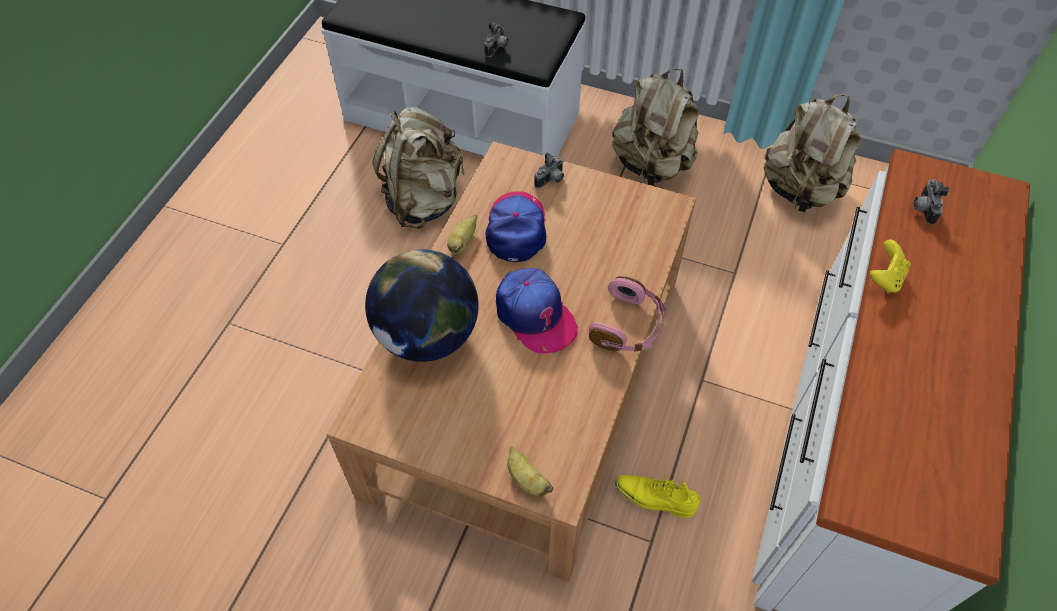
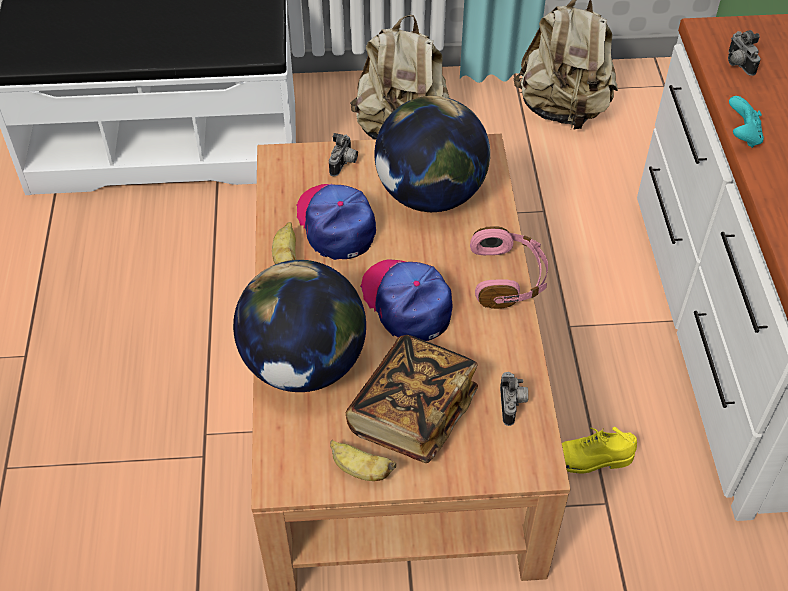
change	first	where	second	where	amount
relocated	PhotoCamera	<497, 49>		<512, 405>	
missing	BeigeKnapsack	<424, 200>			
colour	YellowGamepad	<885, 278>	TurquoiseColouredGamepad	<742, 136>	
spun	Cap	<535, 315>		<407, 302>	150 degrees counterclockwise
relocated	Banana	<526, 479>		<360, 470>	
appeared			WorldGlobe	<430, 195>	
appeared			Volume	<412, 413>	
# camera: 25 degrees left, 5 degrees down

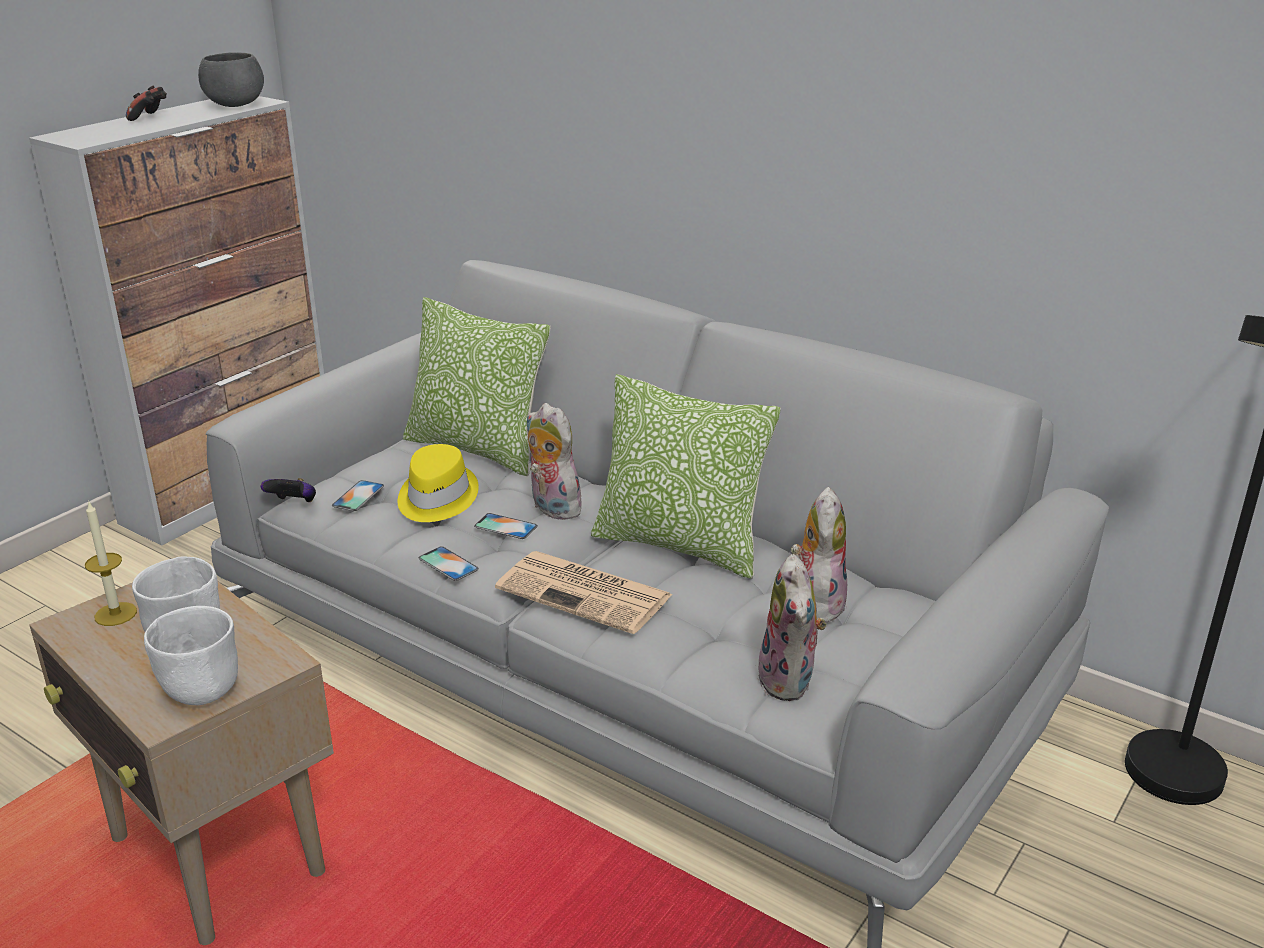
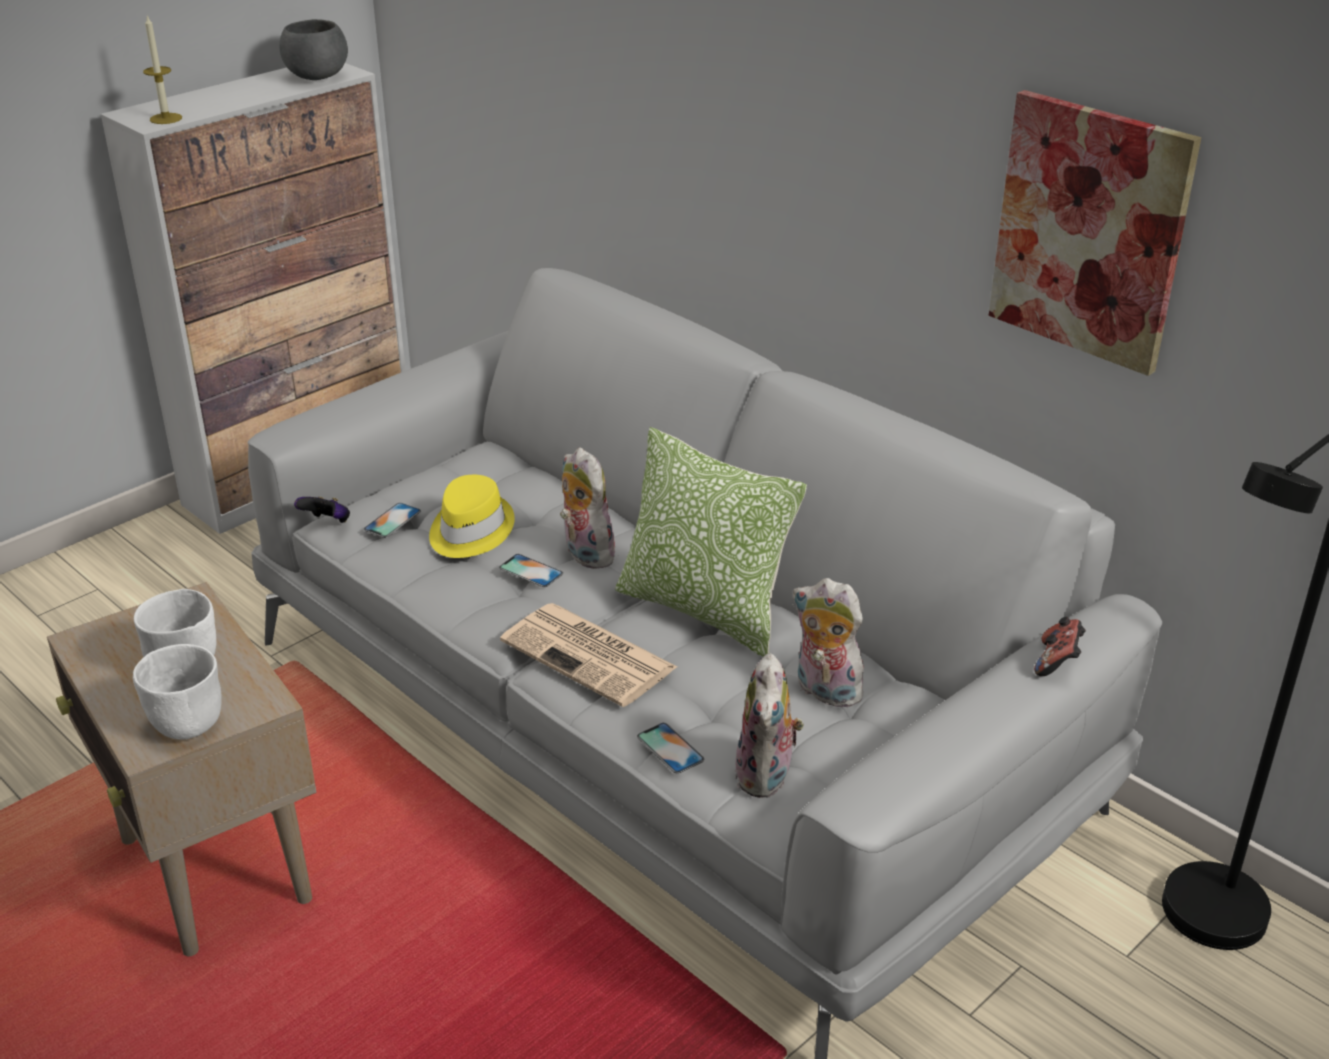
change	first	where	second	where	amount
relocated	Gamepad	<150, 118>		<1057, 662>	
missing	ThrowPillow	<477, 449>			
spun	SoftToy	<816, 602>		<824, 691>	75 degrees counterclockwise
relocated	WaxCandle	<115, 614>		<166, 118>	
relocated	Phone	<448, 564>		<670, 748>	
appeared			WallArt	<1090, 231>	
# camera: 10 degrees right, 5 degrees up

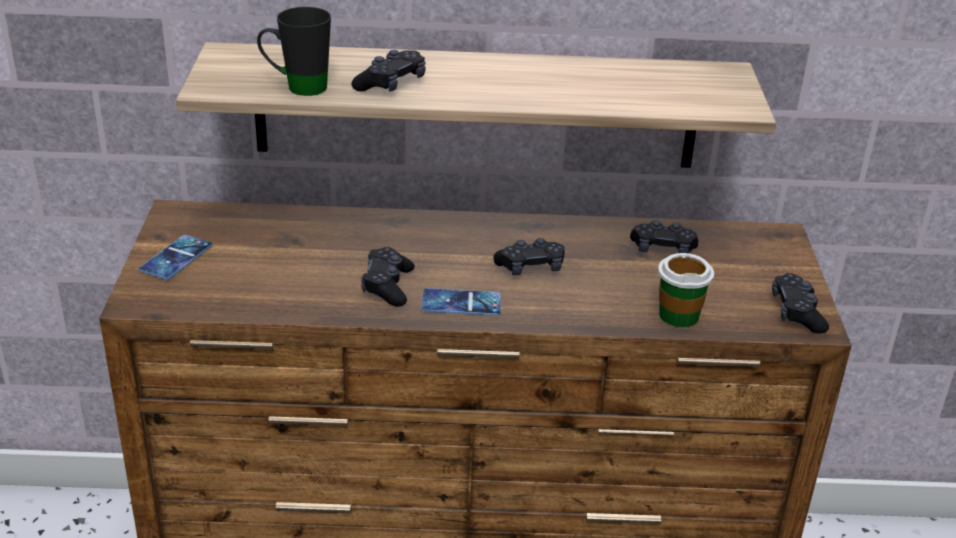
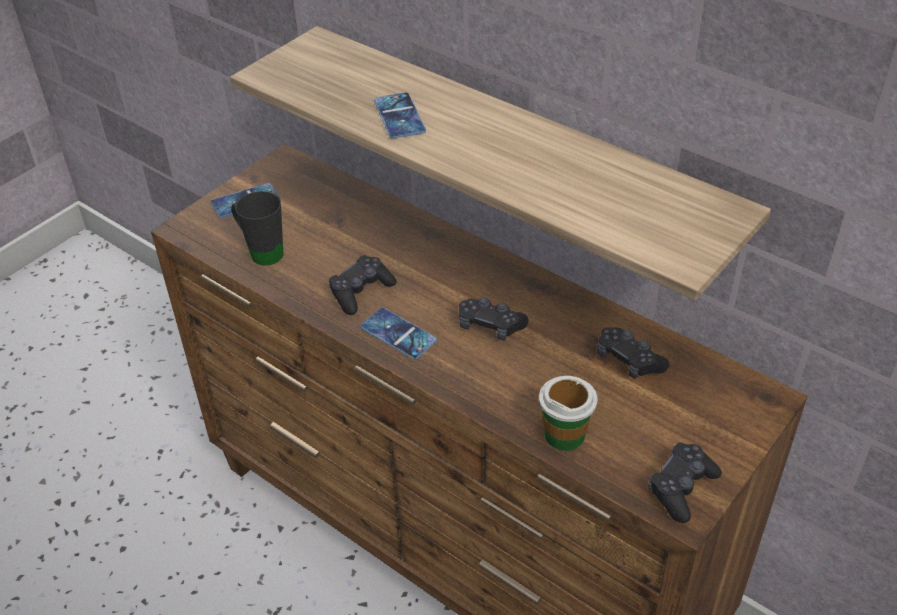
change	first	where	second	where	amount
relocated	BlackishTeaMug	<296, 87>		<260, 251>	
exchanged	BlackishGamepad	<391, 84>	Phone	<399, 116>	
# camera: 40 degrees right, 10 degrees up

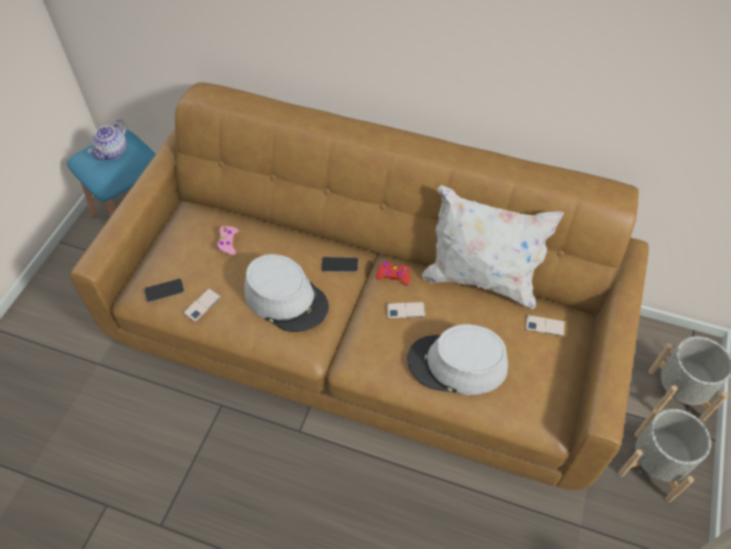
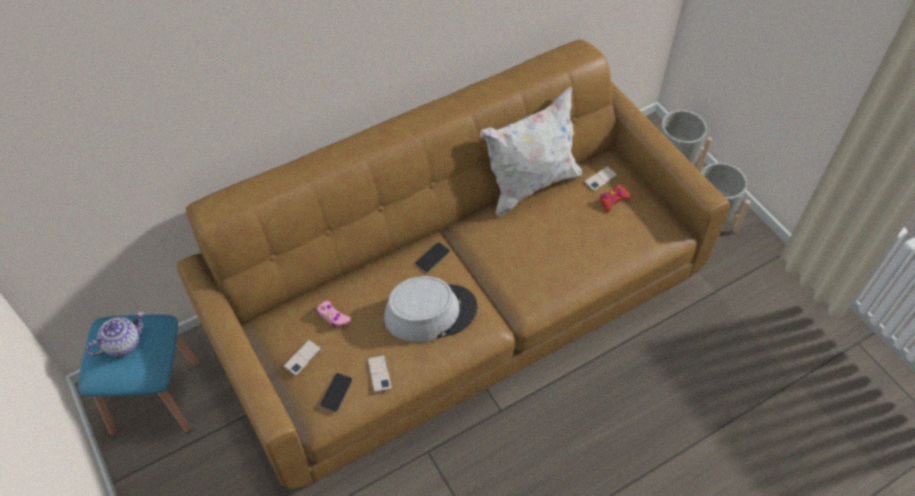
change	first	where	second	where	amount
spun	TeaPot	<113, 152>		<123, 343>	105 degrees counterclockwise
relocated	RedColouredGamepad	<393, 276>		<613, 200>	
relocated	Phone	<405, 310>		<302, 357>	
missing	GreyClothingHat	<457, 364>			
# camera: 50 degrees left, 0 degrees up

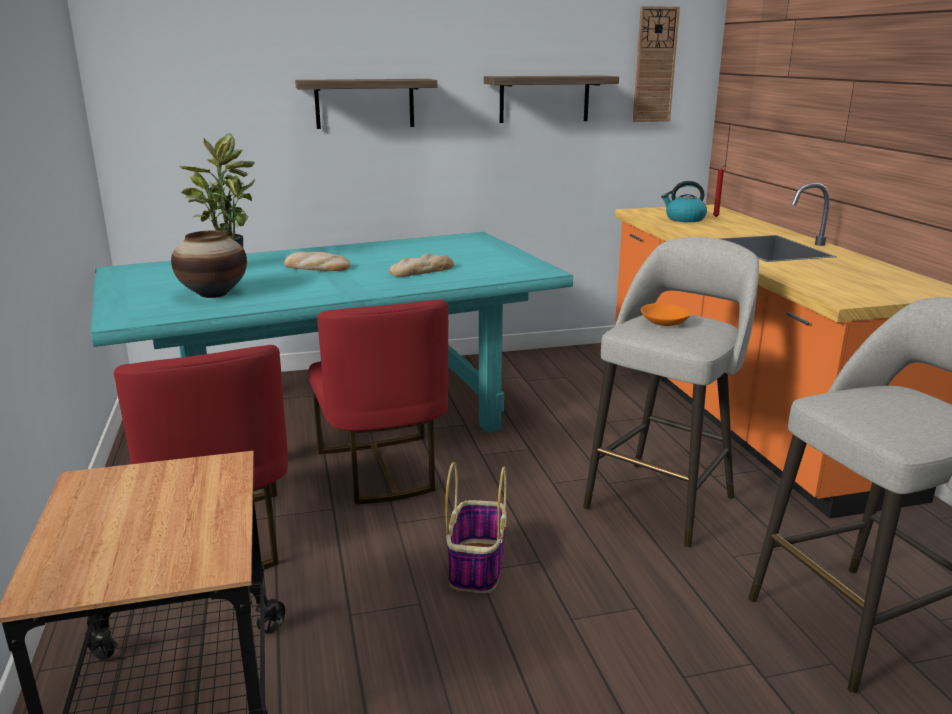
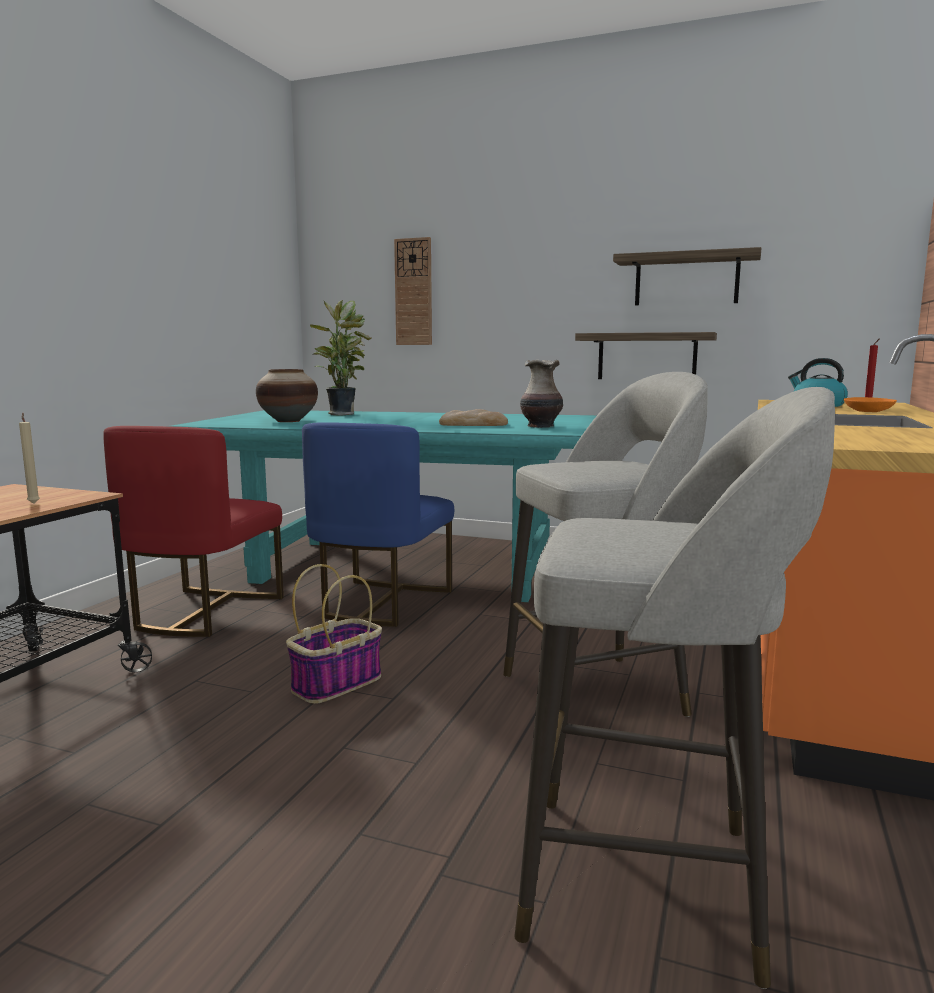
change	first	where	second	where	amount
relocated	HangingClock	<655, 65>		<413, 292>	
relocated	BracketShelf	<364, 103>		<647, 356>	
missing	BakedBread	<316, 267>			
colour	RedColouredUprightChair	<382, 470>	BlueColouredUprightChair	<381, 603>	
relocated	OrangeColouredServingBowl	<664, 323>		<868, 411>	
appeared			DecorativeVase	<540, 426>	
appeared			BeigeWaxCandle	<34, 503>	
# camera: 35 degrees right, 10 degrees down

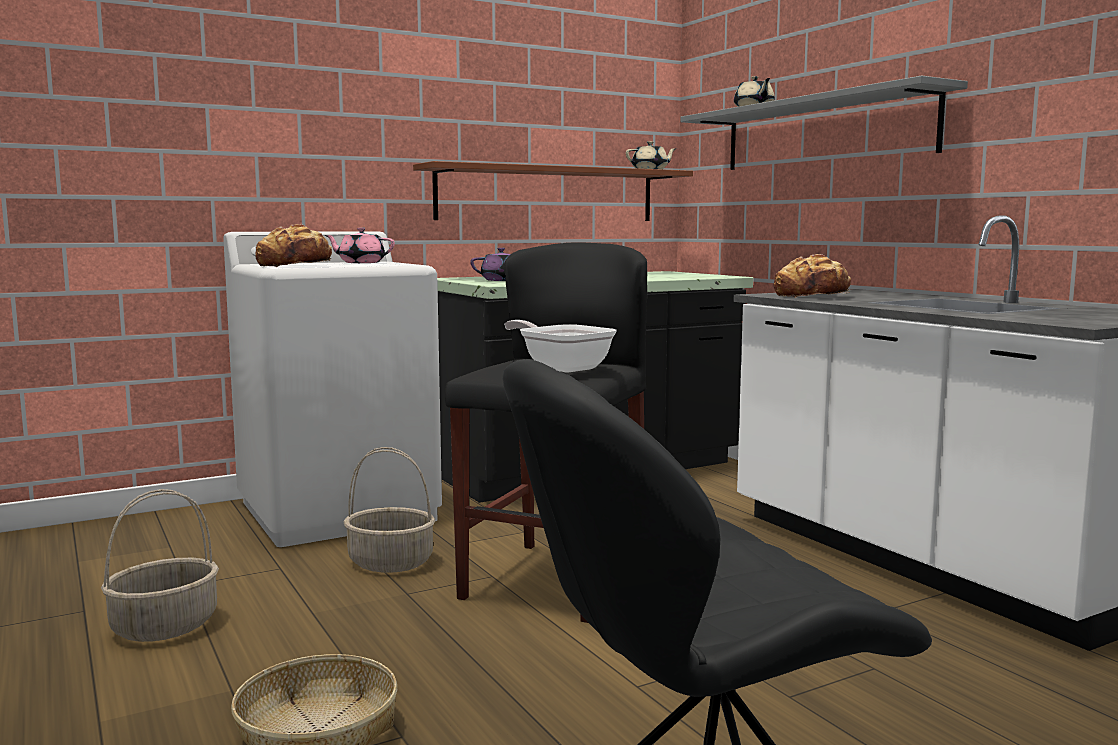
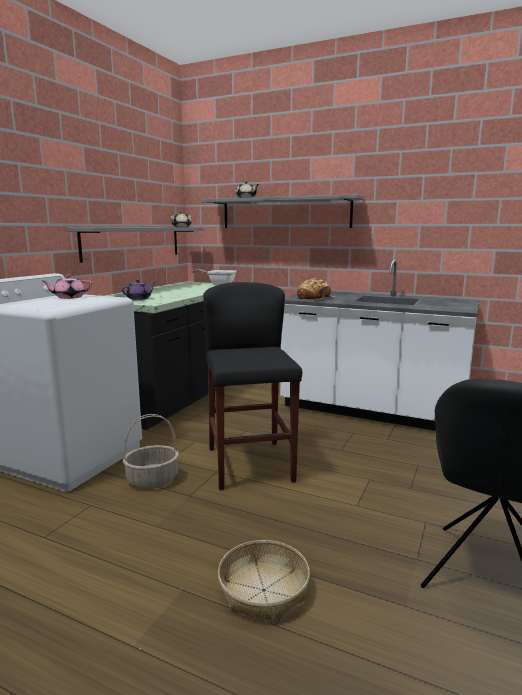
change	first	where	second	where	amount
colour	BrownishBracketShelf	<547, 194>	GreyBracketShelf	<133, 243>	
missing	BakedBread	<295, 265>			
relocated	FryingPan	<561, 368>		<219, 284>	
missing	Basket	<165, 625>			
# camera: 35 degrees left, 5 degrees up

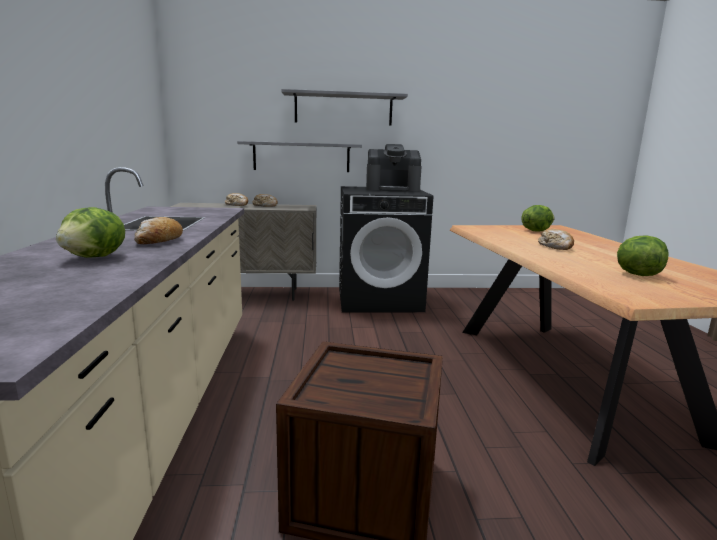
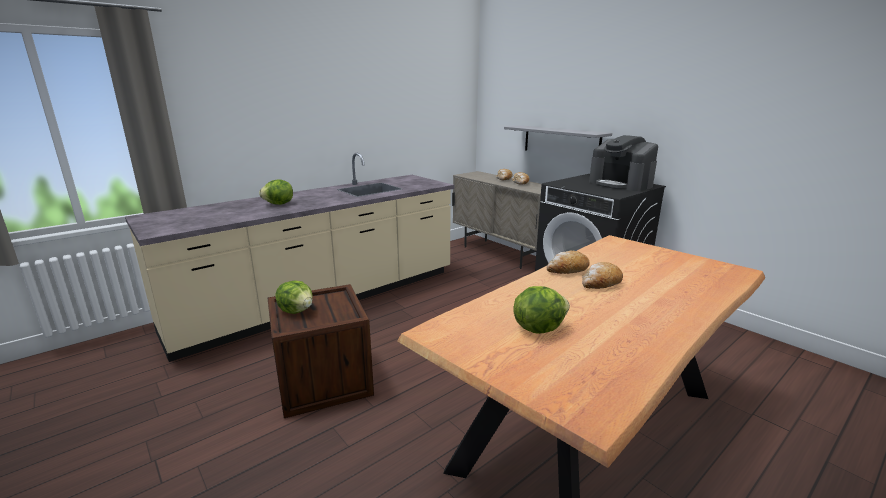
change	first	where	second	where	amount
missing	GreyBracketShelf	<343, 109>			
relocated	HeadOfLettuce	<535, 231>		<297, 310>	
relocated	BakedBread	<159, 241>		<567, 270>	
# camera: 55 degrees right, 5 degrees up

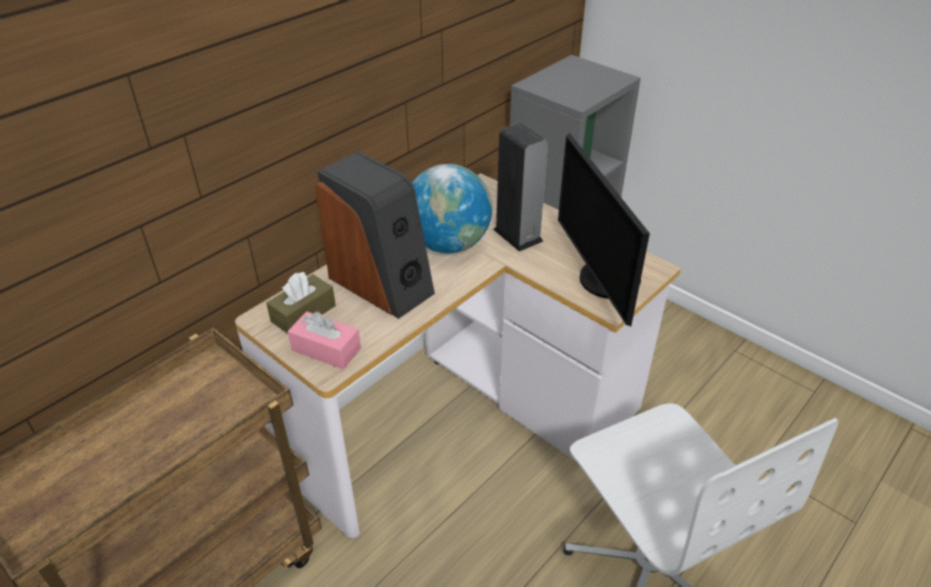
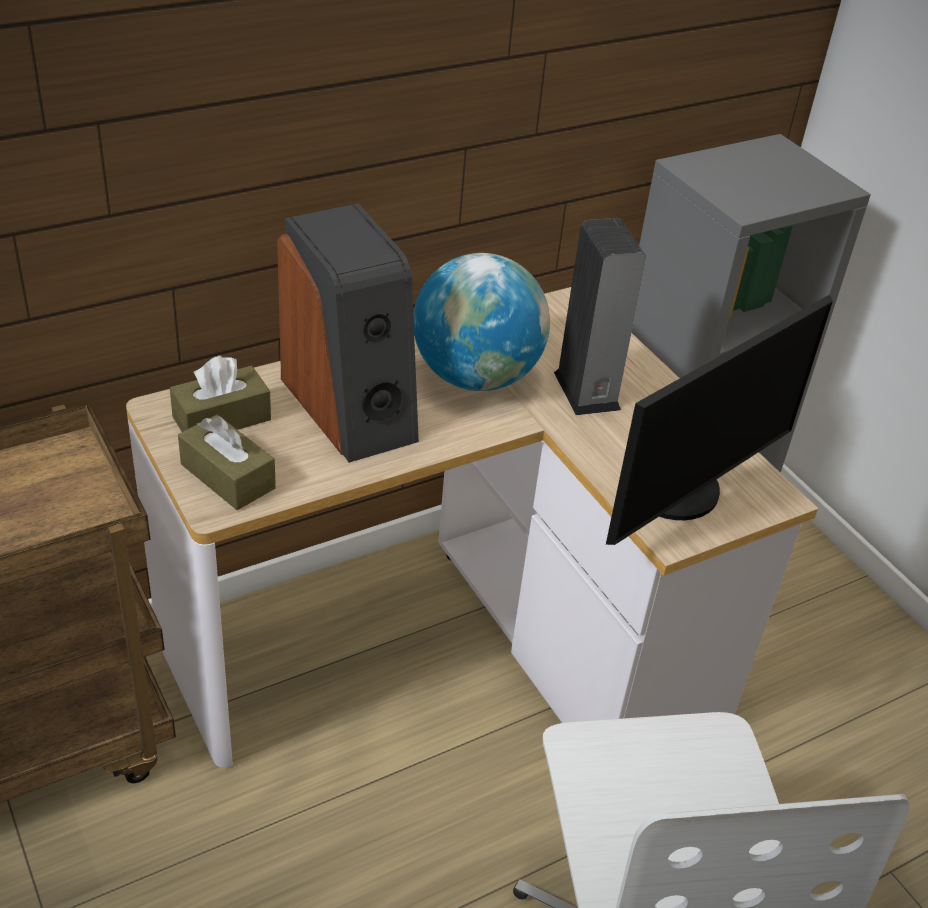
change	first	where	second	where	amount
spun	Monitor	<602, 281>		<680, 493>	135 degrees counterclockwise
colour	PinkishTissueBox	<326, 349>	BrownishTissueBox	<227, 476>	
# camera: 15 degrees right, 0 degrees up

